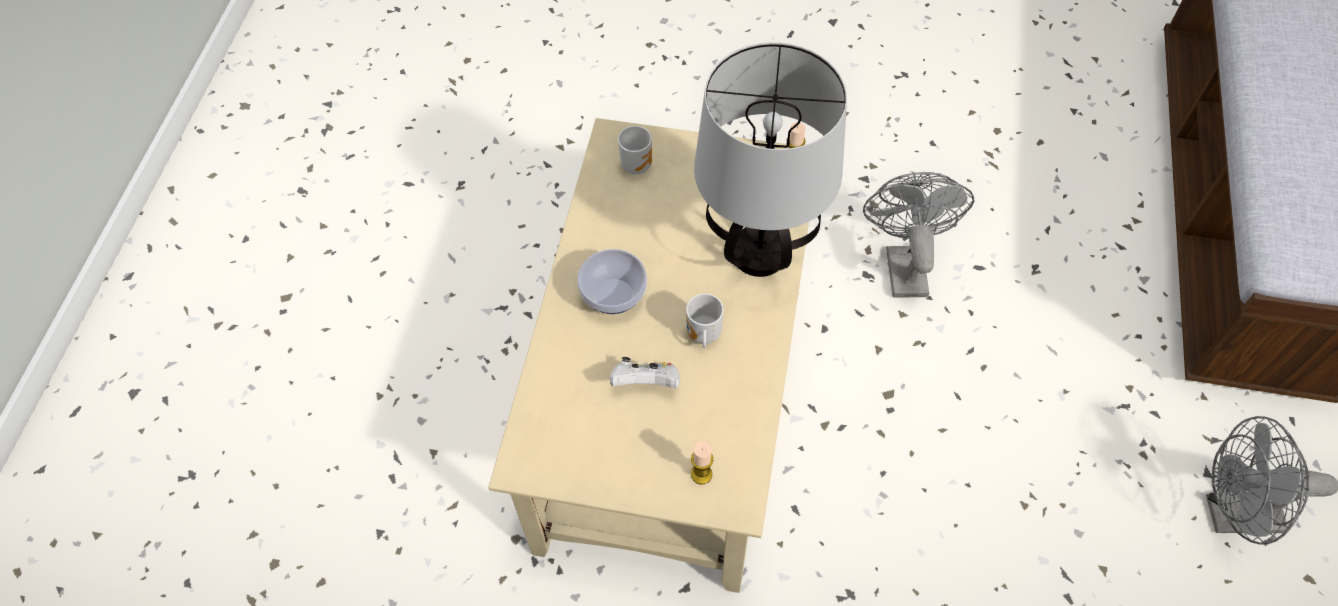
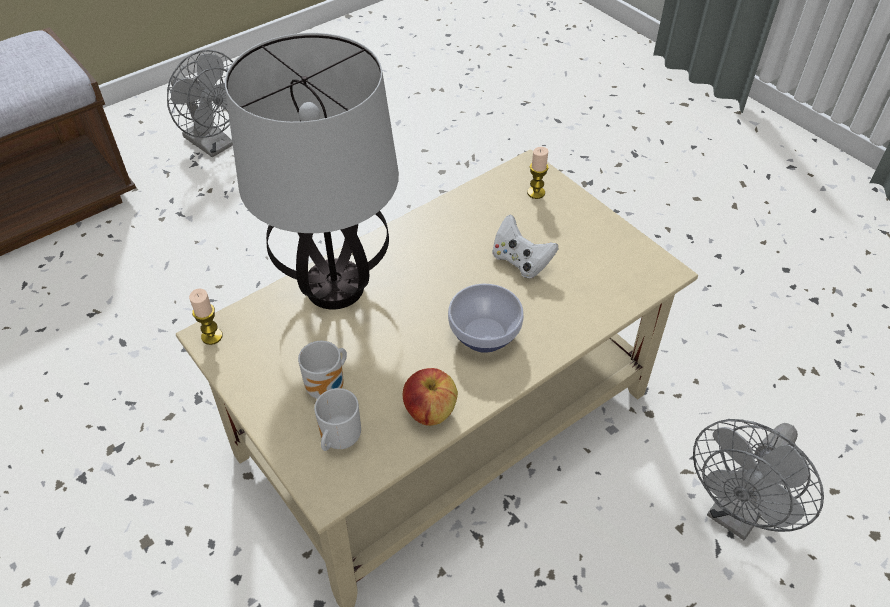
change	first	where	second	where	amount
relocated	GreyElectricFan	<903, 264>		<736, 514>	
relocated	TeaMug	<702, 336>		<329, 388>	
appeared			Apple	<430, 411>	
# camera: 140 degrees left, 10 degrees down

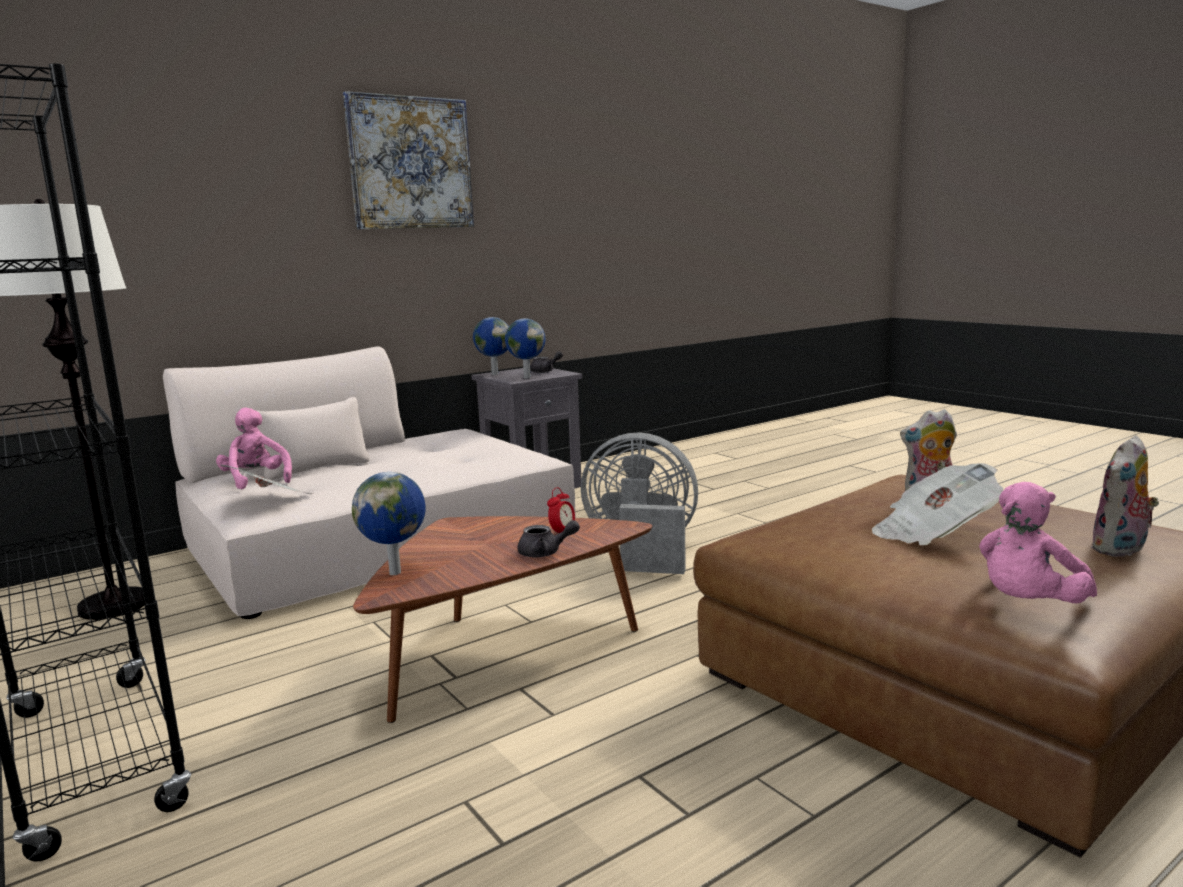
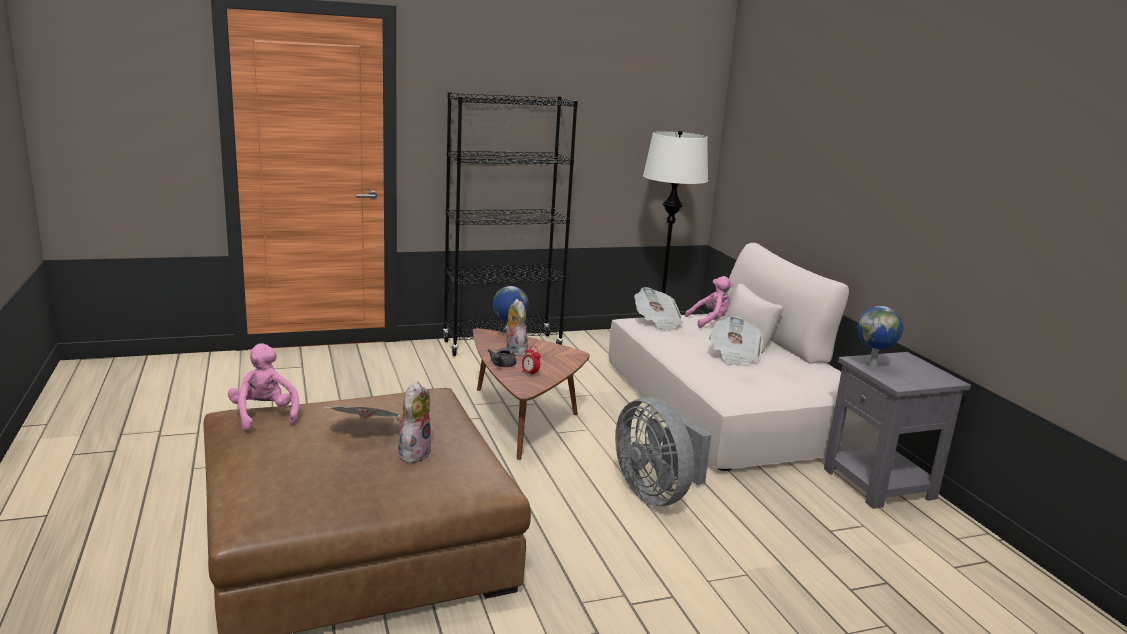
change	first	where	second	where	amount
missing	WallArt	<410, 163>			
missing	WorldGlobe	<494, 374>			
missing	GreyTeaPot	<545, 371>			
spun	GreyElectricFan	<642, 552>		<656, 494>	120 degrees clockwise
relocated	SoftToy	<1121, 550>		<514, 351>	
appeared			DailyPaper	<734, 355>	
# camera: 105 degrees right, 5 degrees up

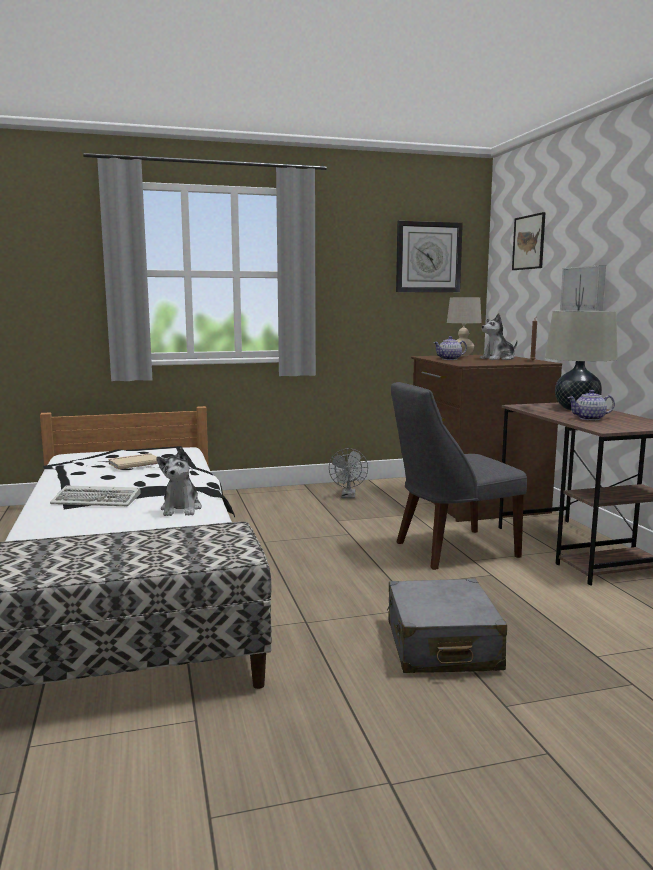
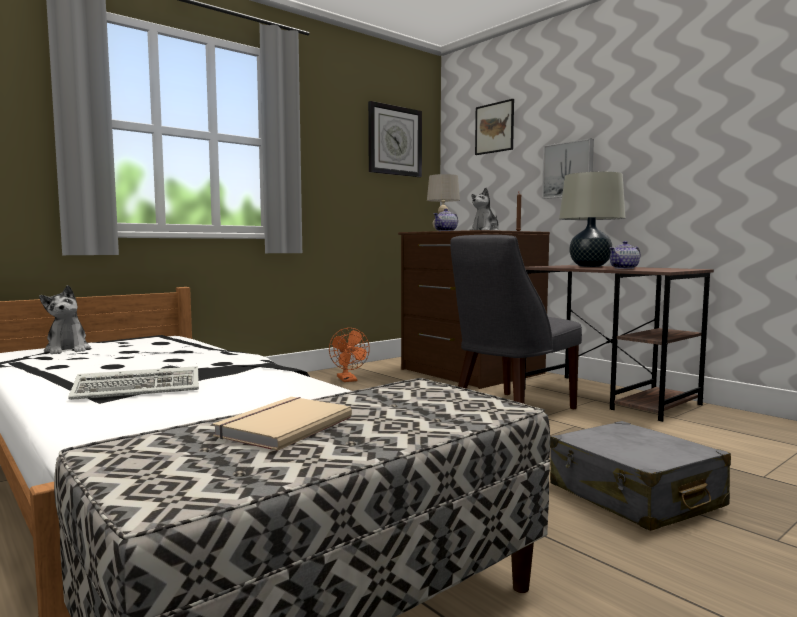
change	first	where	second	where	amount
relocated	SoftToy	<181, 509>		<68, 350>	
colour	GreyElectricFan	<348, 496>	OrangeColouredElectricFan	<348, 380>	
relocated	BeigeVolume	<134, 463>		<282, 426>	
# camera: 25 degrees left, 5 degrees down

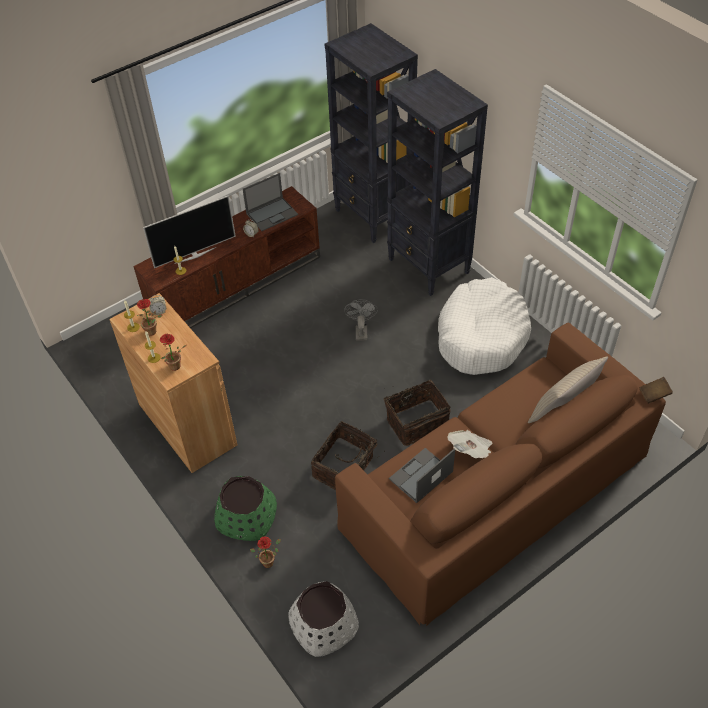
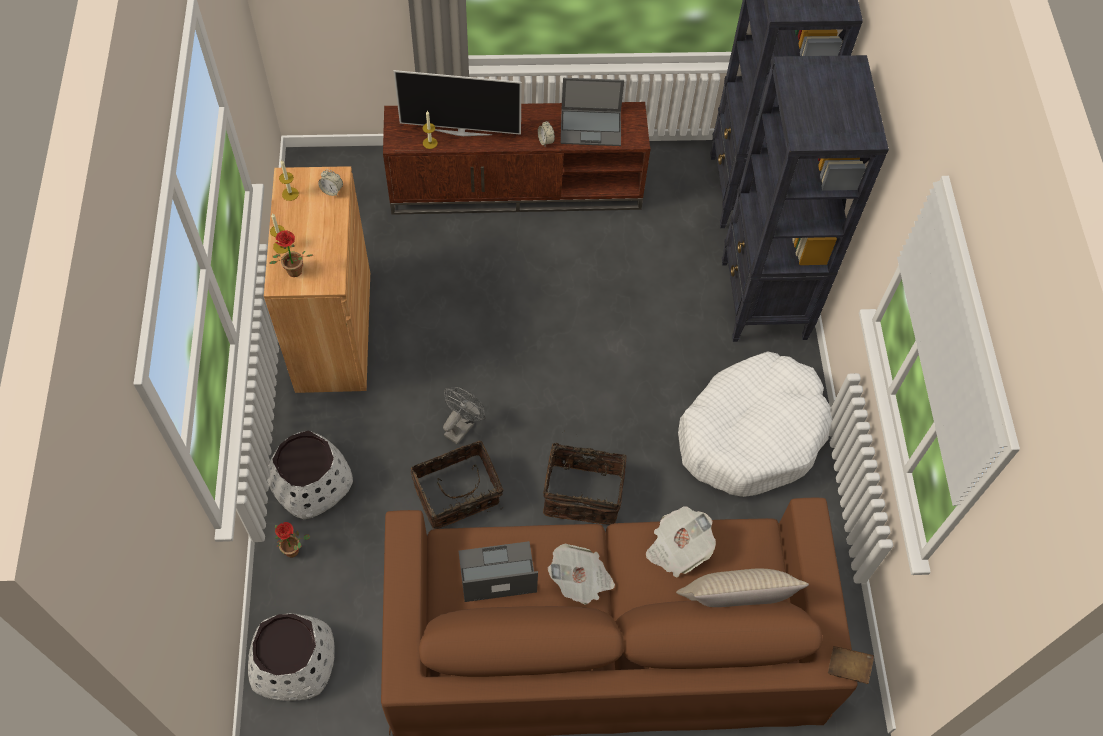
change	first	where	second	where	amount
missing	PottedPlant	<153, 331>			
relocated	GreyElectricFan	<361, 330>		<461, 426>	
colour	GreenishFlowerPot	<247, 516>	WhitishFlowerPot	<311, 482>	
appeared			DailyPaper	<677, 548>	
# camera: 30 degrees right, 10 degrees up

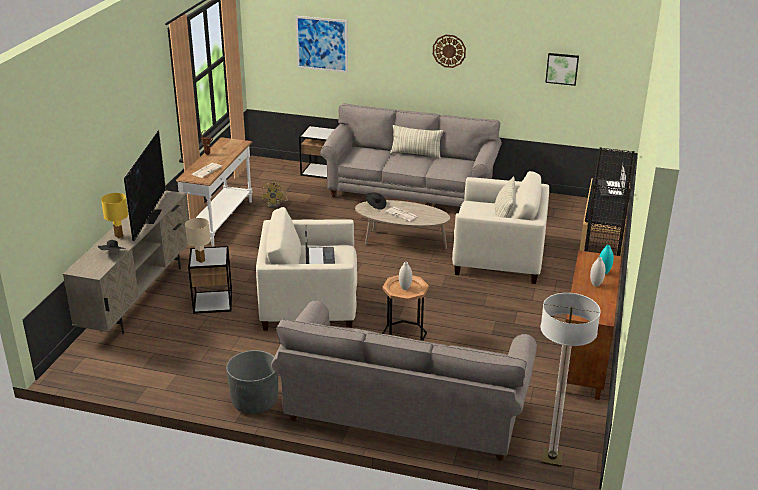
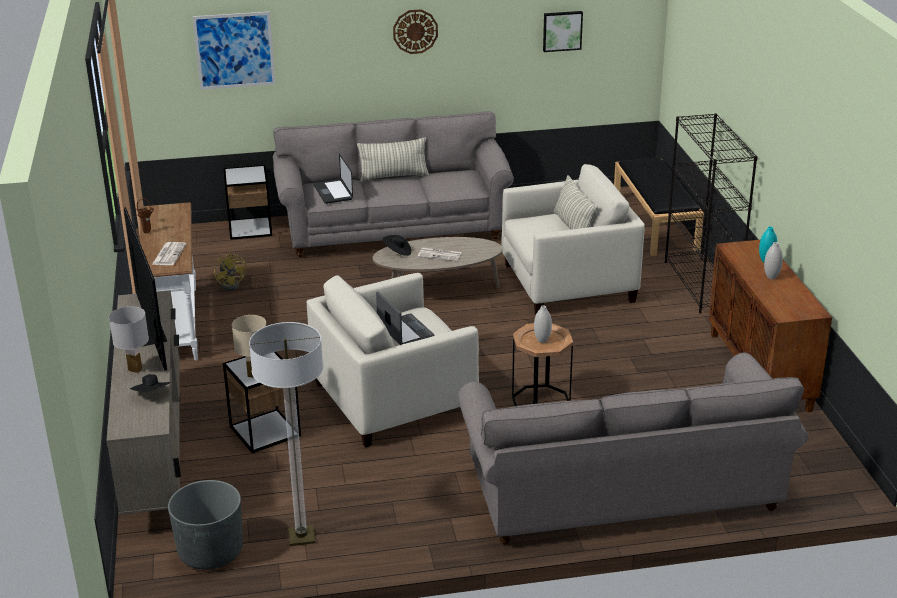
change	first	where	second	where	amount
relocated	Laptop	<610, 189>		<333, 192>	
colour	YellowTabletopLamp	<119, 236>	WhitishTabletopLamp	<135, 369>	
relocated	StandardLamp	<552, 458>		<301, 537>	
relocated	GreyFlowerPot	<255, 402>		<210, 552>	
# camera: 25 degrees left, 0 degrees up

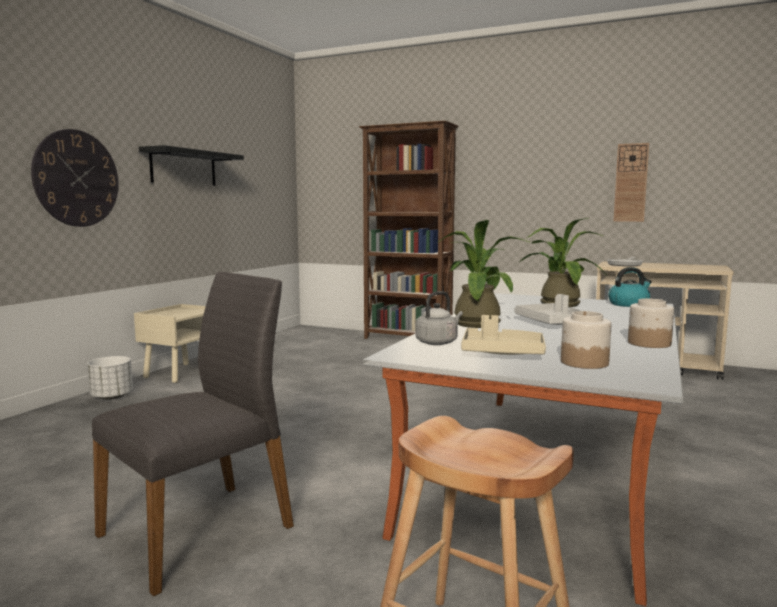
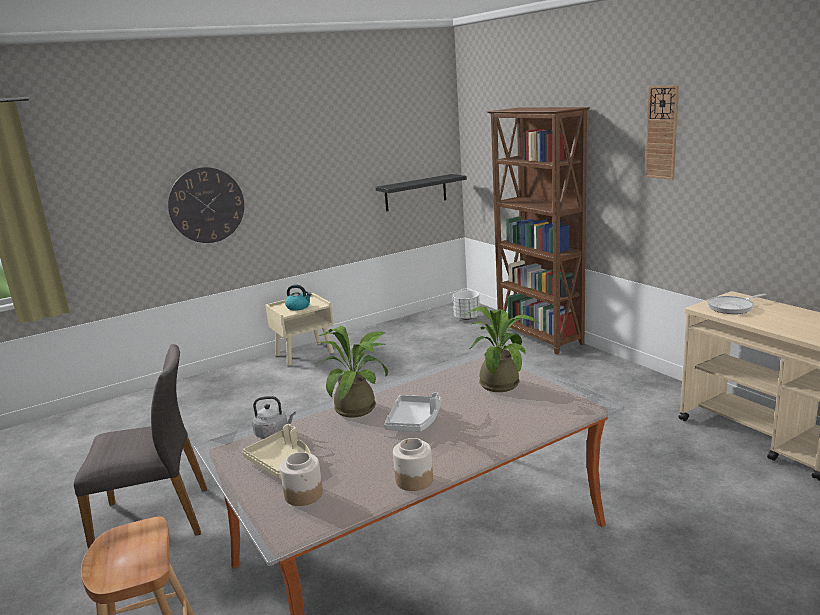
change	first	where	second	where	amount
relocated	HangingClock	<631, 183>		<662, 132>	
relocated	BlackishBracketShelf	<183, 168>		<415, 192>	
relocated	Kettle	<628, 304>		<298, 307>	
relocated	WhitishFlowerPot	<111, 397>		<466, 318>	
# camera: 35 degrees right, 10 degrees up

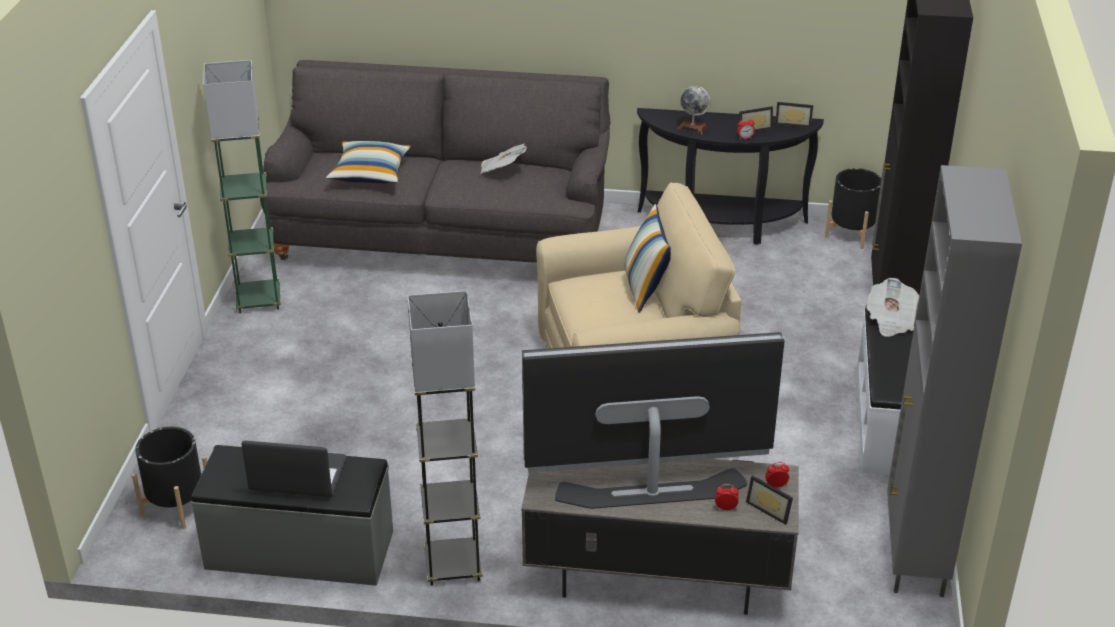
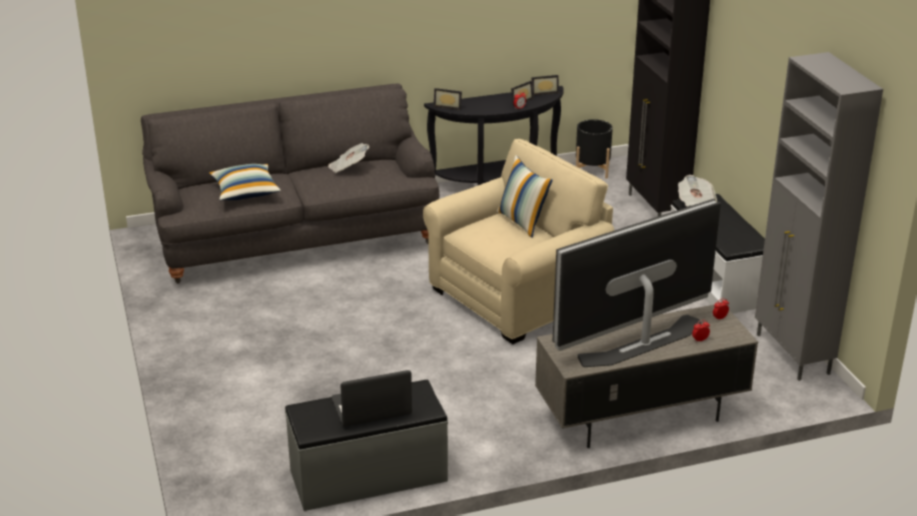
change	first	where	second	where	amount
missing	GreenishStandardLamp	<259, 300>			
missing	WorldGlobe	<692, 127>			
missing	GreyStandardLamp	<453, 566>			
missing	BlackishFlowerPot	<177, 505>			
relocated	PictureFrame	<770, 509>		<448, 106>	
# camera: 25 degrees left, 5 degrees down

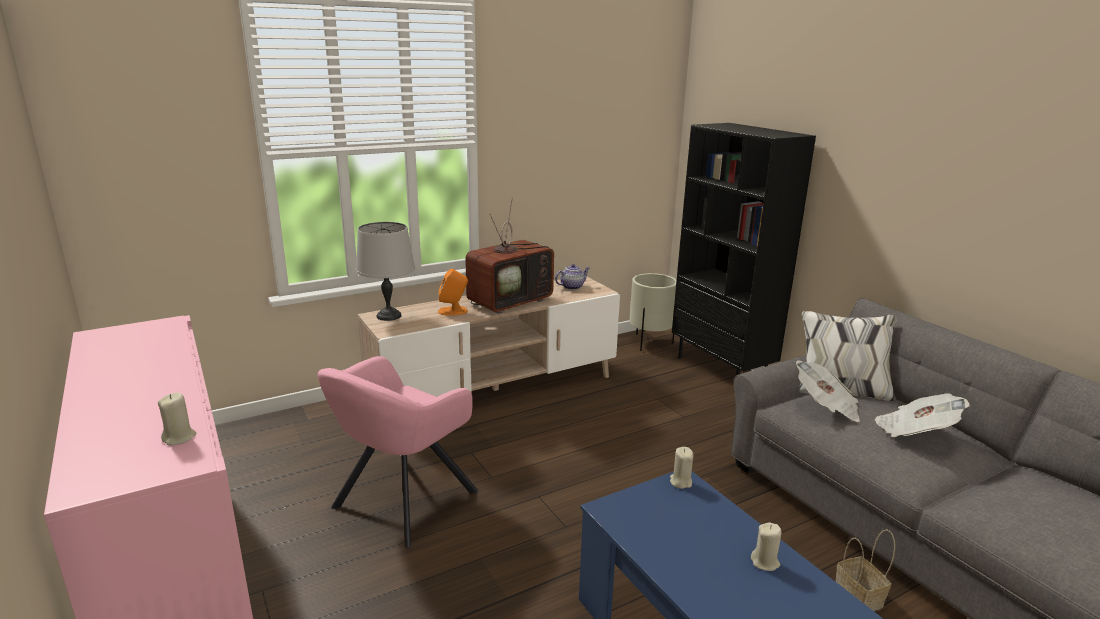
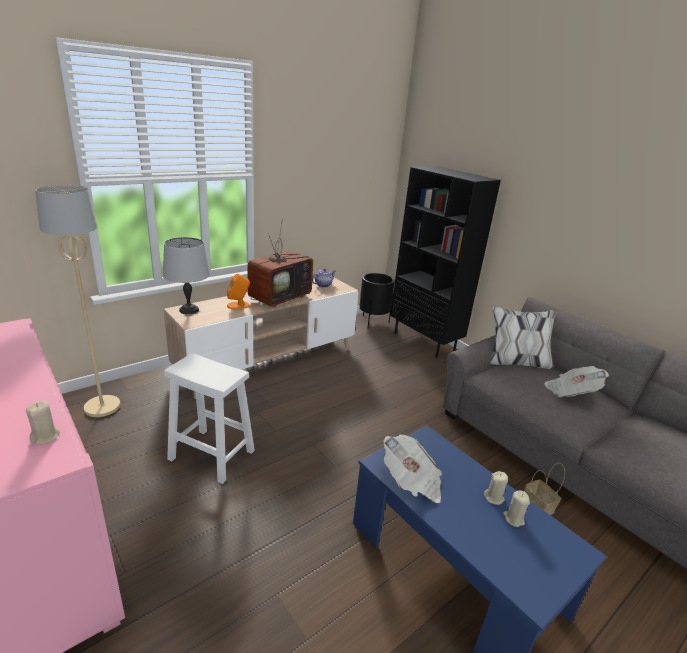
change	first	where	second	where	amount
colour	BeigeFlowerPot	<650, 342>	BlackishFlowerPot	<373, 322>	
exchanged	PinkishLoungeChair	<401, 502>	WhitishStool	<210, 454>	
relocated	DailyPaper	<826, 407>		<411, 481>	
relocated	BeigeWaxCandle	<680, 482>		<513, 518>	
appeared			BeigeStandardLamp	<102, 407>	
# camera: 10 degrees left, 5 degrees up

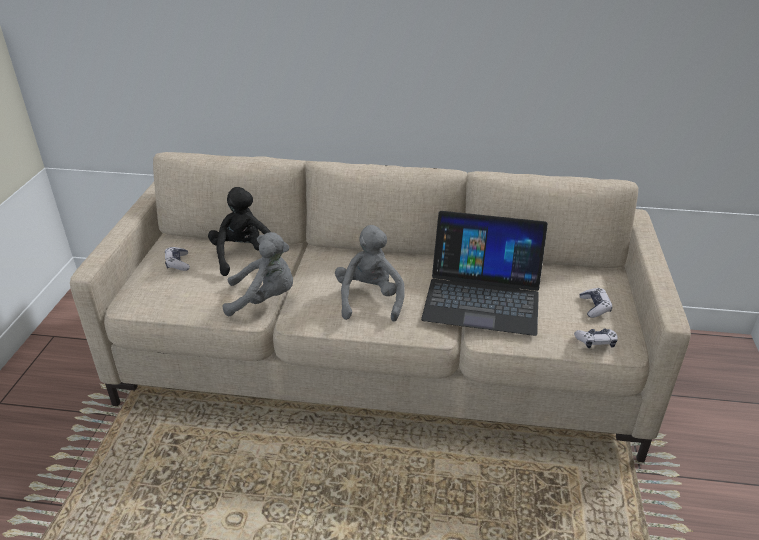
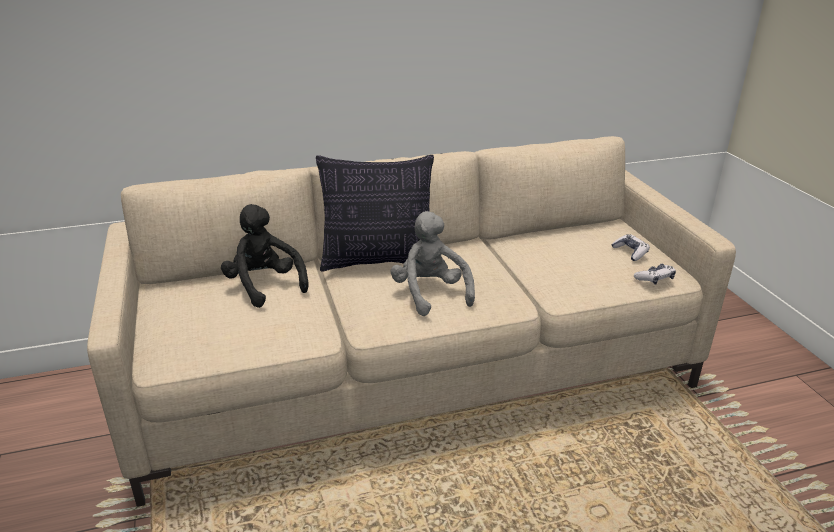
change	first	where	second	where	amount
missing	Laptop	<482, 296>			
missing	GreySoftToy	<264, 299>			
missing	Gamepad	<178, 263>			
appeared			ThrowPillow	<378, 261>	
# camera: 25 degrees left, 5 degrees down

